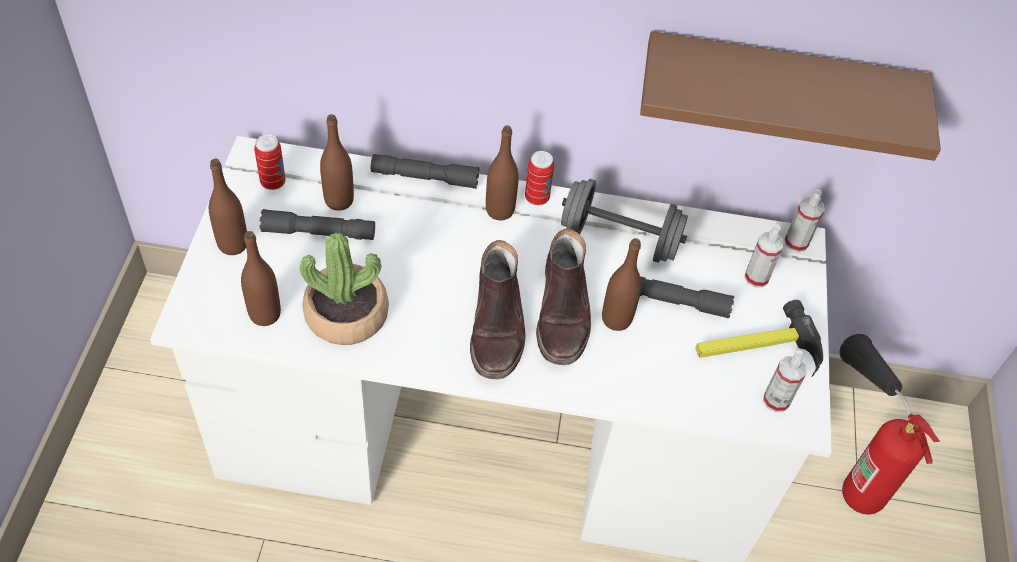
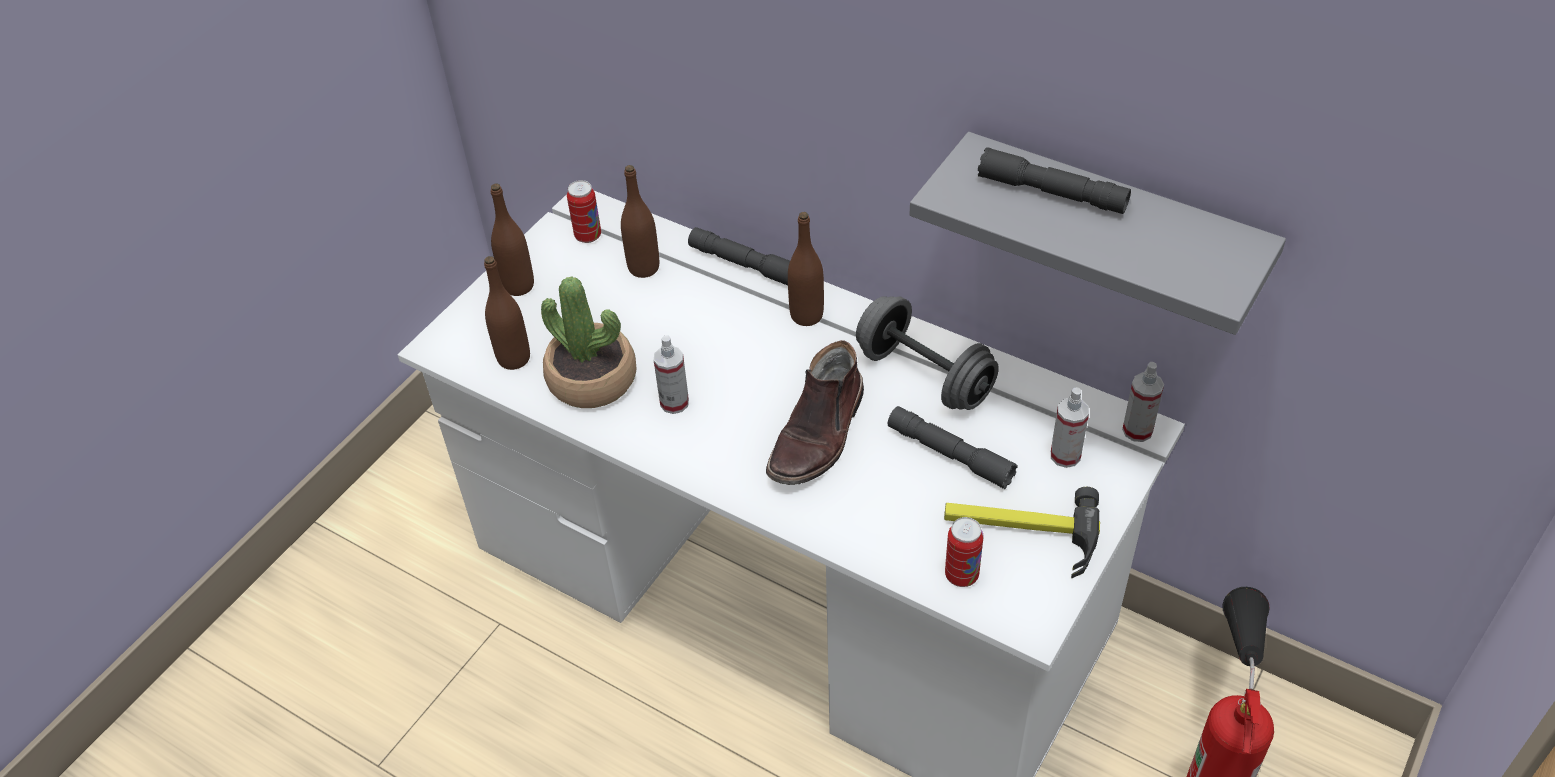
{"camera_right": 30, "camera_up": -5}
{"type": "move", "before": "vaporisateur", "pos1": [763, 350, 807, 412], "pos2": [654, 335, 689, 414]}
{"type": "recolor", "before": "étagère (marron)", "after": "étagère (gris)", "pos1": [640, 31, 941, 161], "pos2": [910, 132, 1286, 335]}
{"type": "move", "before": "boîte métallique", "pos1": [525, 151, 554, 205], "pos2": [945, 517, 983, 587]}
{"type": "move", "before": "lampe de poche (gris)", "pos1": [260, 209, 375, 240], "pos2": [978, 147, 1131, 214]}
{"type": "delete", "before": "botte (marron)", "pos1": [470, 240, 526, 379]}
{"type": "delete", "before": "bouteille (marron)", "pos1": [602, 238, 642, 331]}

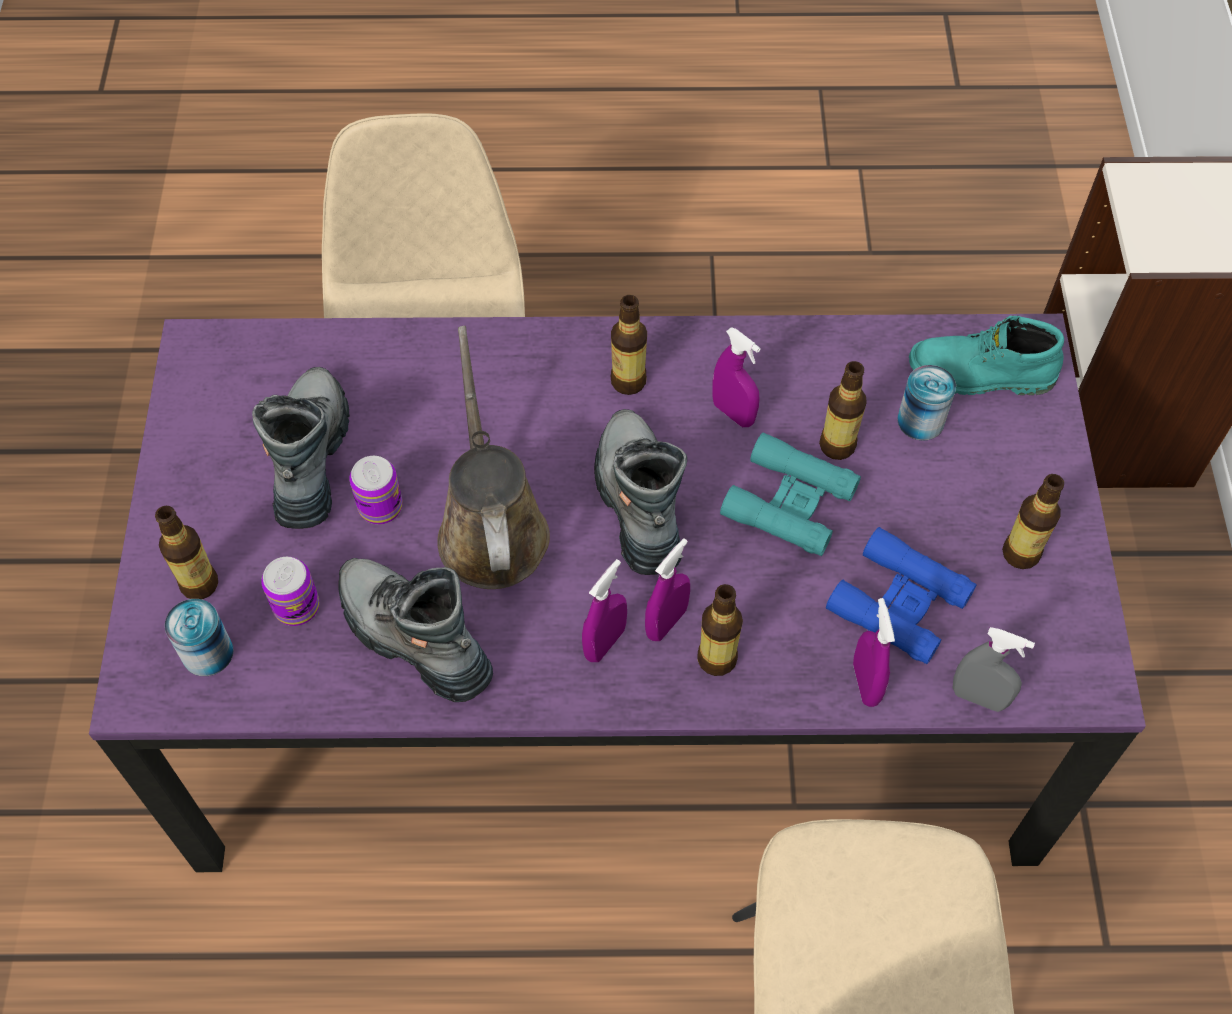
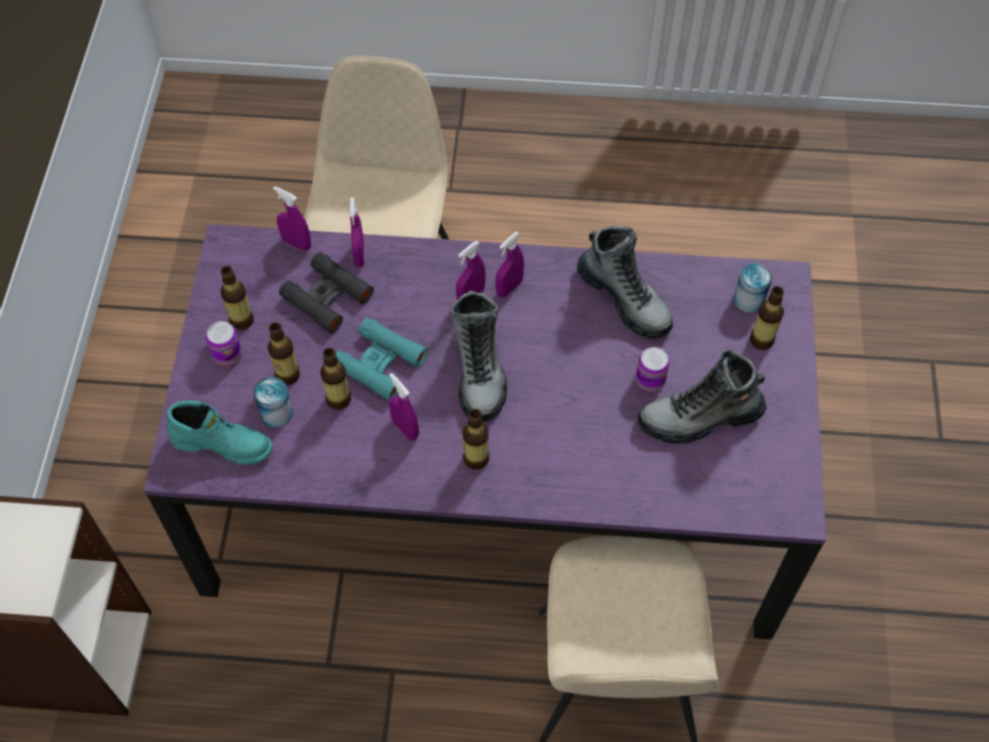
{"camera_right": -175, "camera_up": 0}
{"type": "move", "before": "boîte métallique", "pos1": [261, 557, 319, 626], "pos2": [206, 321, 242, 366]}
{"type": "move", "before": "bouteille", "pos1": [697, 584, 743, 676], "pos2": [268, 322, 300, 385]}
{"type": "recolor", "before": "vaporisateur (gris)", "after": "vaporisateur (violet)", "pos1": [953, 627, 1035, 712], "pos2": [273, 186, 311, 251]}
{"type": "recolor", "before": "jumelles (bleu)", "after": "jumelles (noir)", "pos1": [826, 527, 977, 664], "pos2": [279, 252, 374, 334]}
{"type": "rotate", "before": "botte", "pos1": [252, 367, 350, 529], "pos2": [638, 349, 767, 444], "turn": 75}
{"type": "delete", "before": "arrosoir (marron)", "pos1": [437, 326, 550, 589]}

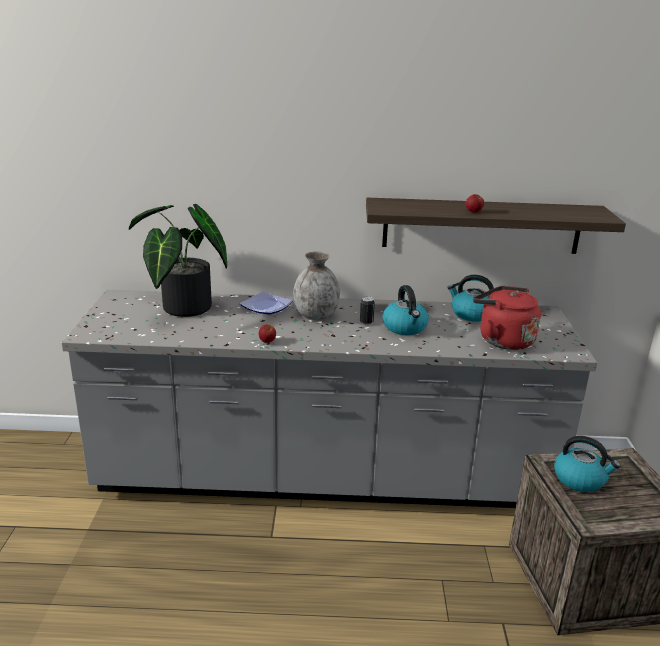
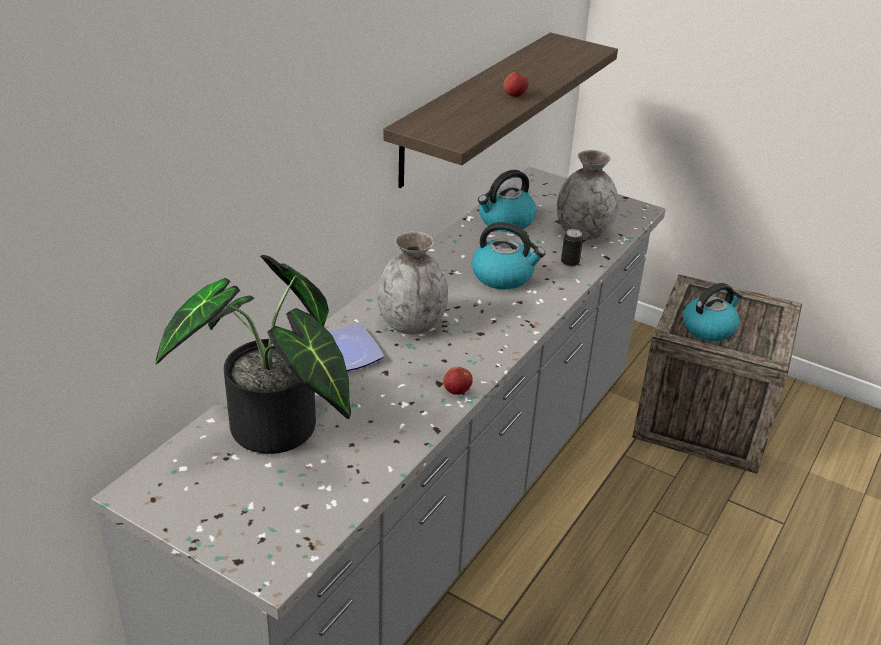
{"camera_right": -60, "camera_up": 10}
{"type": "replace", "before": "bouilloire (rouge)", "after": "vase (gris)", "pos1": [473, 286, 541, 350], "pos2": [557, 150, 618, 240]}
{"type": "move", "before": "boîte métallique", "pos1": [360, 296, 375, 325], "pos2": [561, 229, 583, 267]}

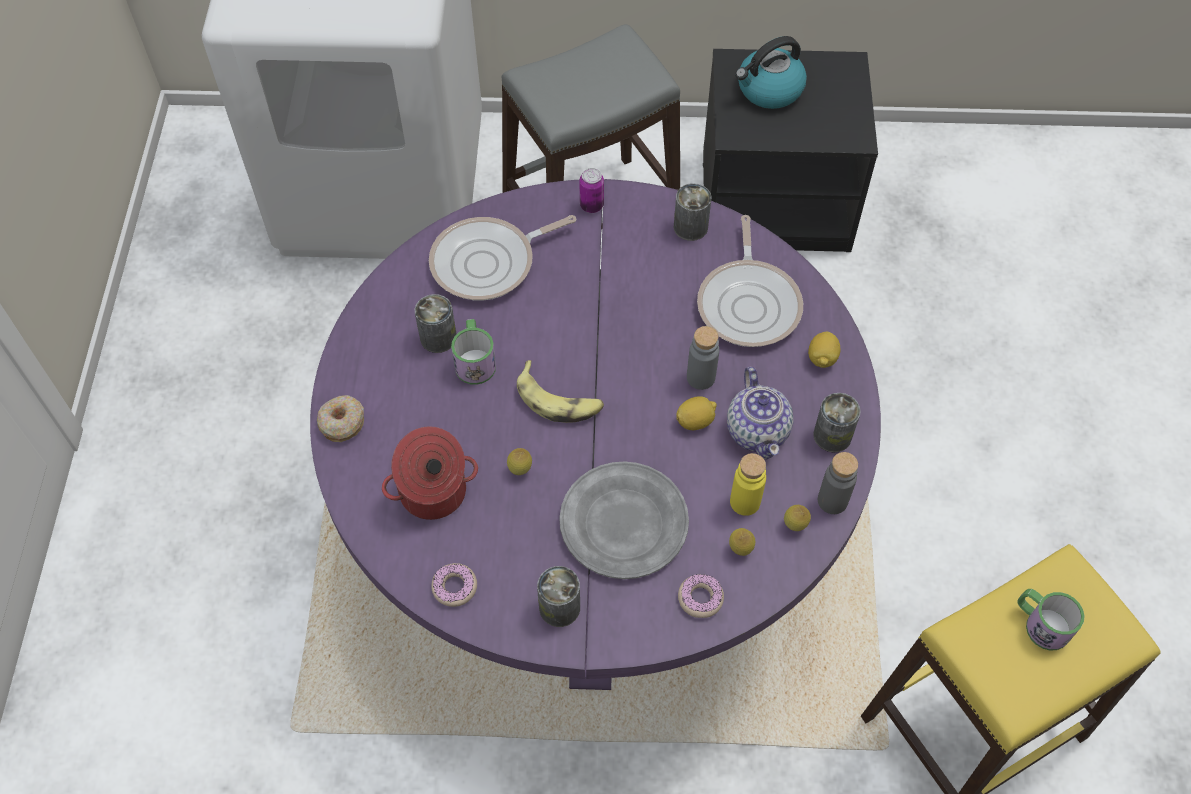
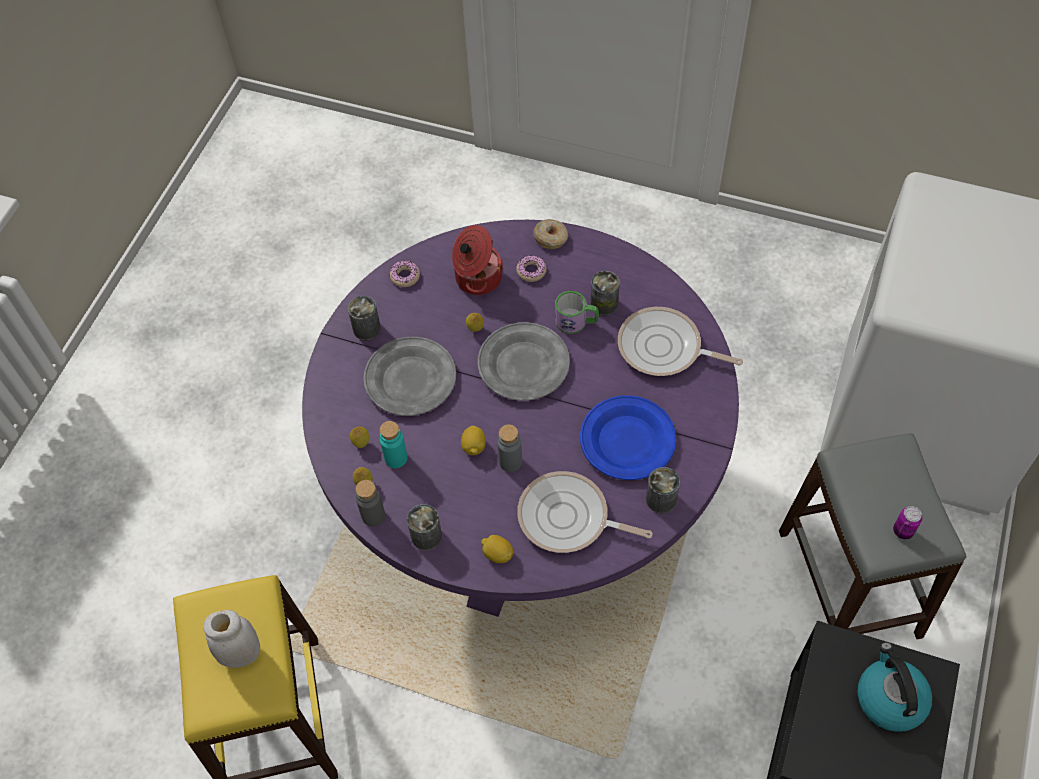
{"camera_right": 110, "camera_up": 0}
{"type": "replace", "before": "mug", "after": "bocal (blanc)", "pos1": [1018, 589, 1085, 650], "pos2": [203, 610, 260, 668]}
{"type": "recolor", "before": "bouteille (jaune)", "after": "bouteille (turquoise)", "pos1": [730, 453, 766, 516], "pos2": [380, 421, 408, 468]}
{"type": "replace", "before": "banane", "after": "assiette (gris)", "pos1": [517, 360, 604, 423], "pos2": [478, 322, 570, 401]}
{"type": "move", "before": "beignet", "pos1": [678, 574, 724, 618], "pos2": [516, 256, 547, 282]}
{"type": "insert", "after": "assiette (bleu)", "pos2": [580, 395, 676, 480]}
{"type": "rotate", "before": "poêle", "pos1": [429, 215, 576, 301], "pos2": [618, 307, 743, 376], "turn": -60}
{"type": "move", "before": "boîte métallique", "pos1": [579, 168, 604, 213], "pos2": [893, 506, 922, 539]}
{"type": "delete", "before": "théière", "pos1": [727, 367, 794, 459]}

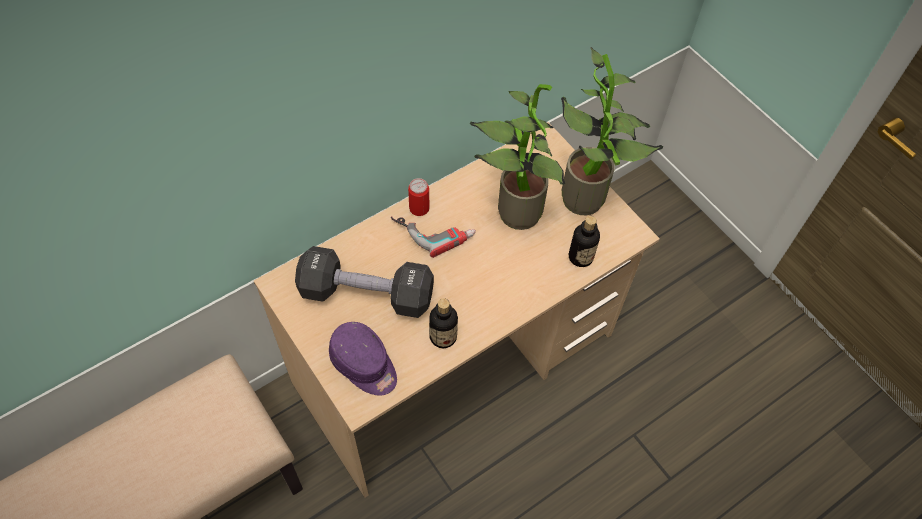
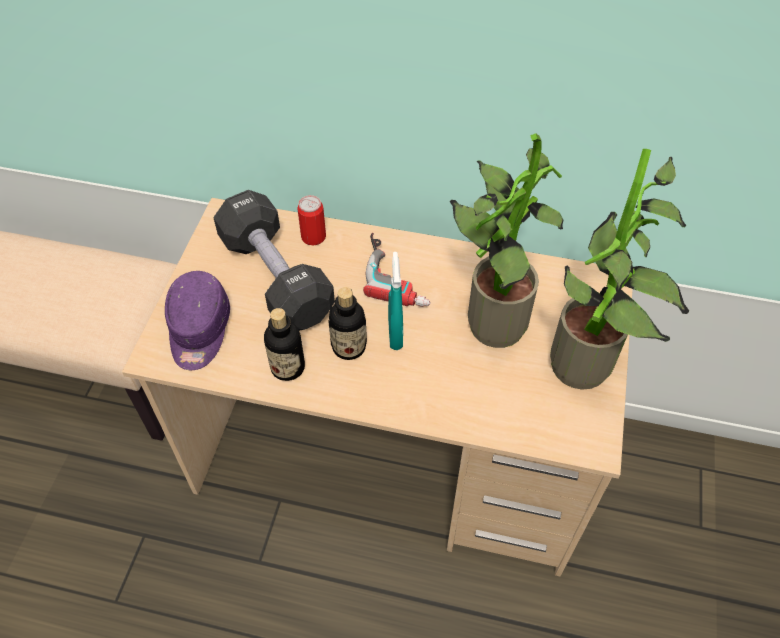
{"camera_right": 50, "camera_up": -5}
{"type": "move", "before": "boîte métallique", "pos1": [408, 178, 430, 216], "pos2": [297, 195, 326, 245]}
{"type": "move", "before": "bouteille", "pos1": [569, 216, 600, 267], "pos2": [328, 287, 367, 360]}
{"type": "insert", "after": "vaporisateur (turquoise)", "pos2": [388, 252, 403, 350]}

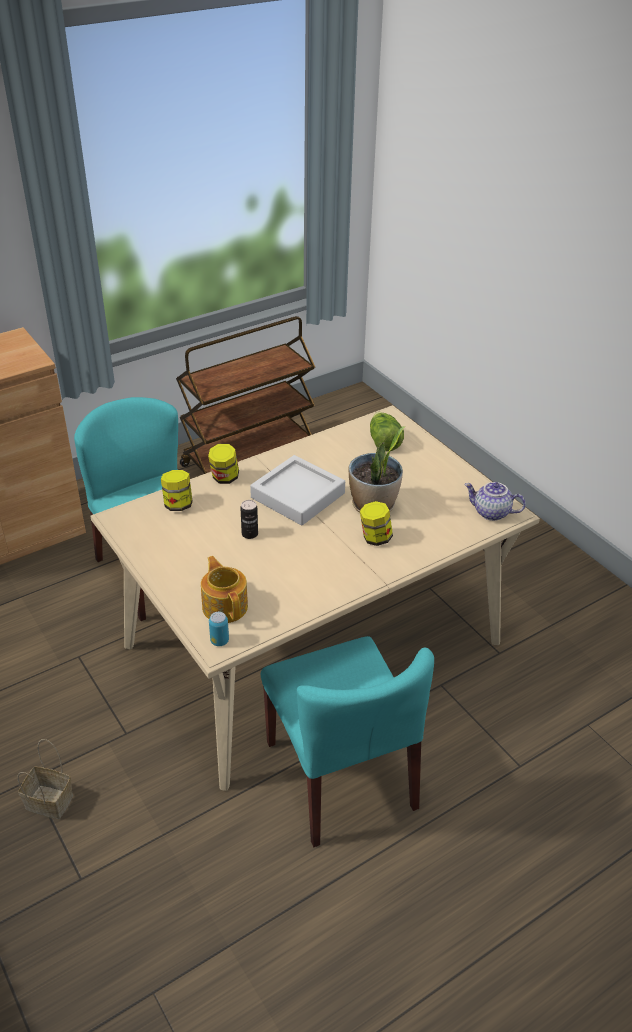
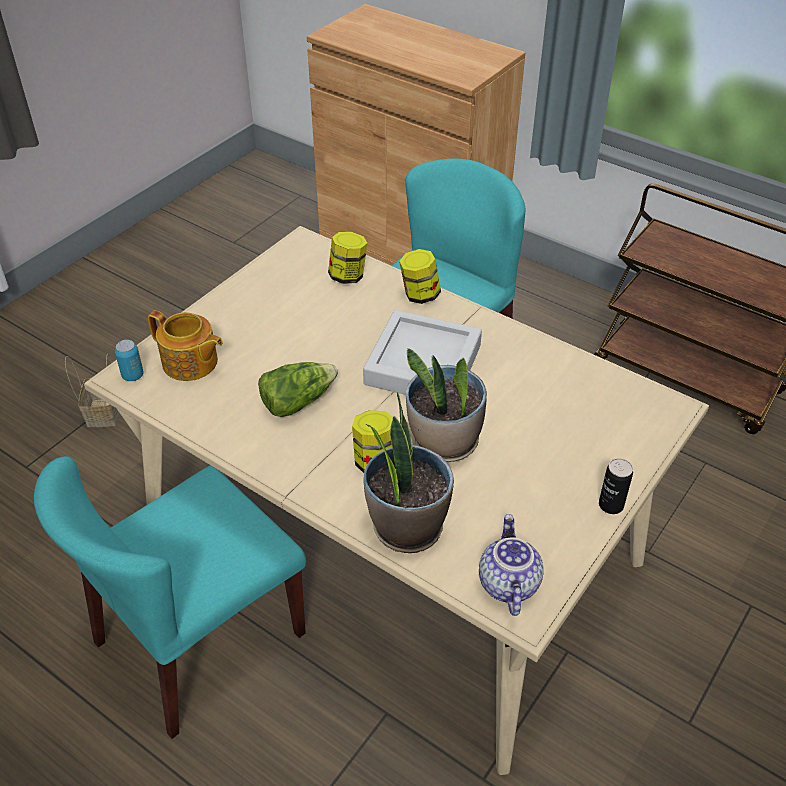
{"camera_right": 70, "camera_up": 5}
{"type": "rotate", "before": "théière", "pos1": [201, 556, 248, 623], "pos2": [148, 311, 223, 381], "turn": 75}
{"type": "move", "before": "laitue", "pos1": [370, 412, 404, 452], "pos2": [258, 362, 338, 417]}
{"type": "insert", "after": "plante en pot", "pos2": [363, 392, 454, 553]}
{"type": "move", "before": "boîte métallique", "pos1": [240, 500, 258, 539], "pos2": [599, 458, 633, 514]}

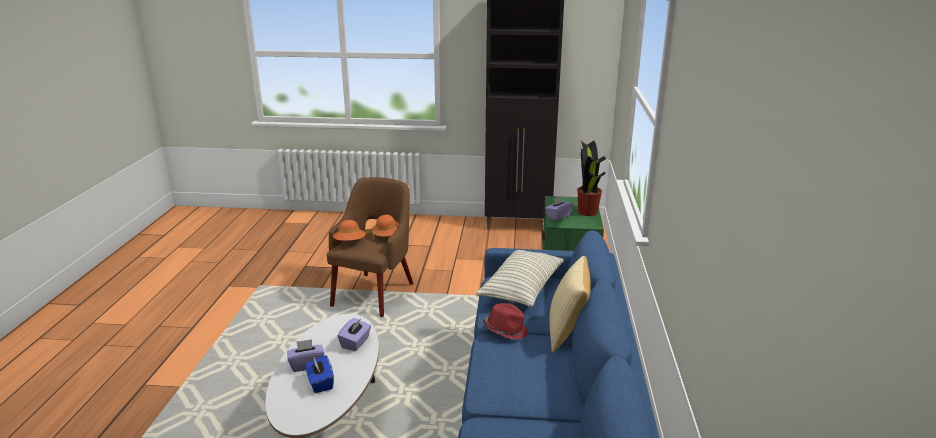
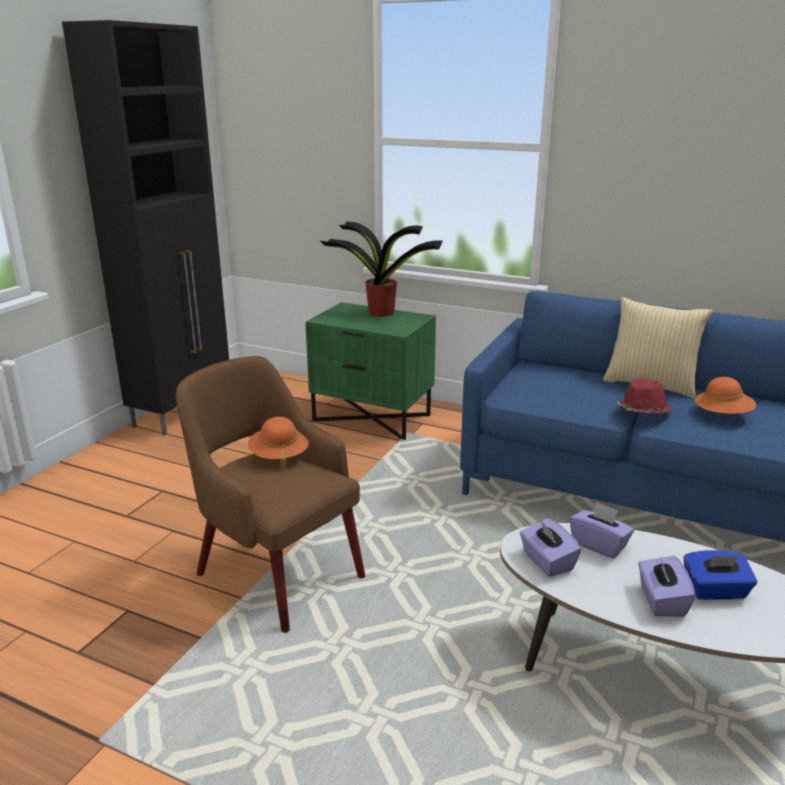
{"camera_right": -70, "camera_up": 0}
{"type": "move", "before": "boîte à mouchoirs (violet)", "pos1": [545, 196, 573, 221], "pos2": [520, 518, 581, 577]}
{"type": "move", "before": "chapeau (orange)", "pos1": [333, 220, 366, 241], "pos2": [693, 377, 756, 414]}
{"type": "delete", "before": "coussin", "pos1": [476, 250, 564, 307]}

